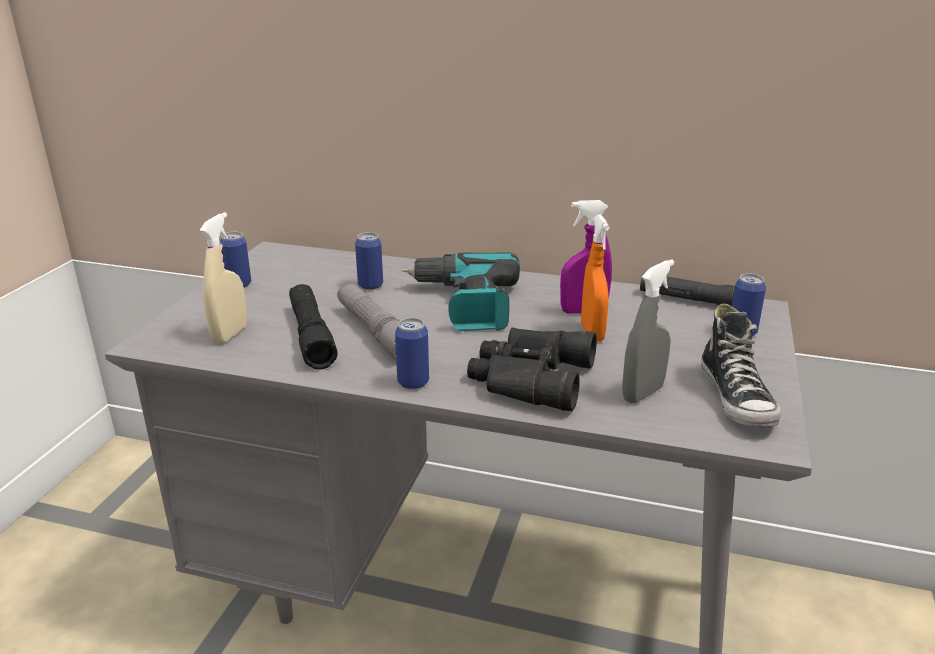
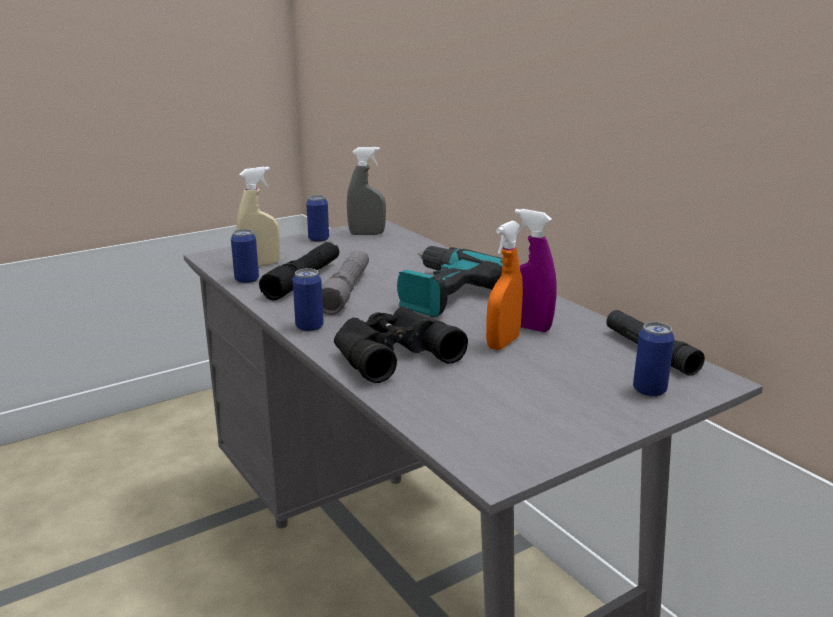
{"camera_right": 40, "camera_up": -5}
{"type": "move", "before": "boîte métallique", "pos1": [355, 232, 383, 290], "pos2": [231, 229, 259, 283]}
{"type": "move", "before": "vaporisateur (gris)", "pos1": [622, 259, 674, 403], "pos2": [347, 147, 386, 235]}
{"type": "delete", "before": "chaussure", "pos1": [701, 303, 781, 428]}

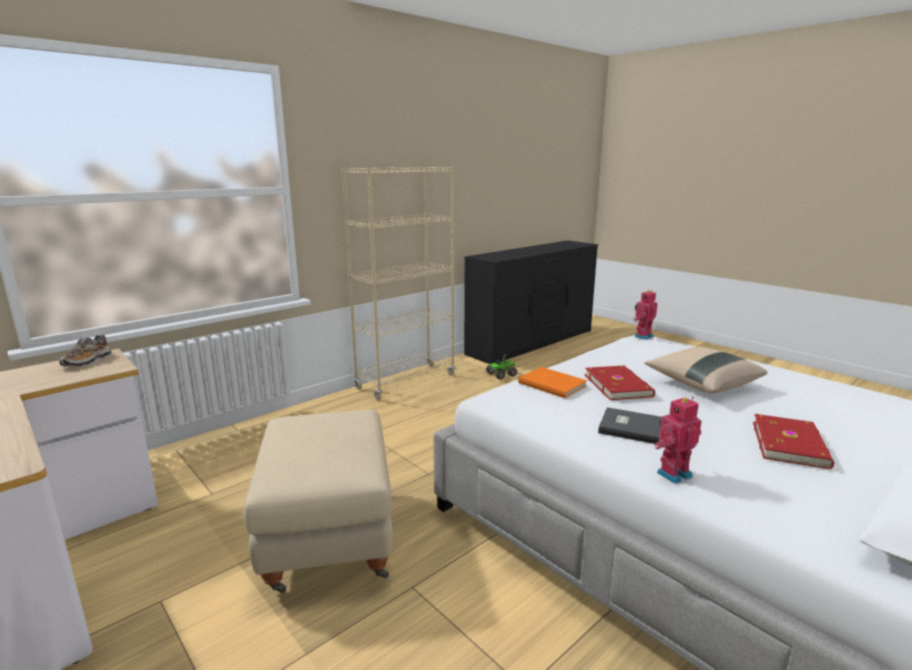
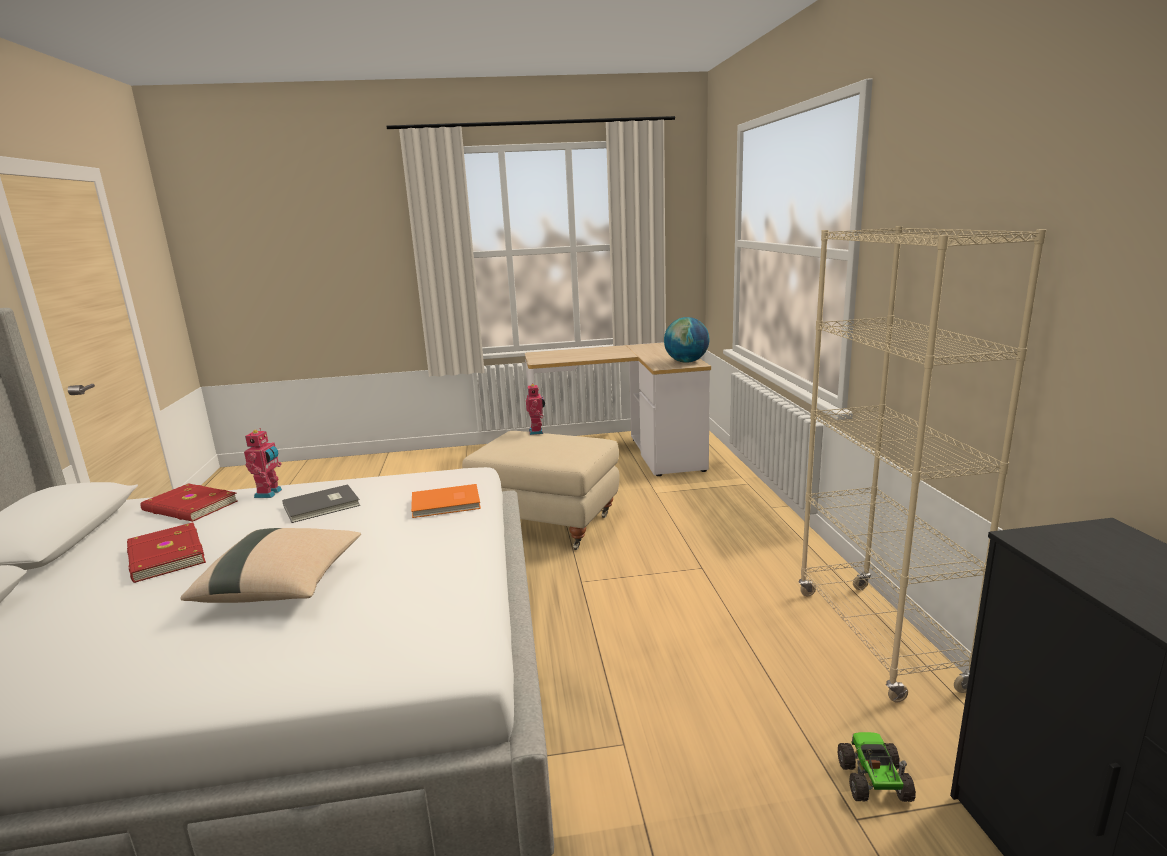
{"camera_right": 125, "camera_up": 0}
{"type": "move", "before": "livre (rouge)", "pos1": [585, 365, 655, 400], "pos2": [140, 483, 238, 522]}
{"type": "move", "before": "robot jouet", "pos1": [633, 290, 658, 340], "pos2": [526, 383, 545, 435]}
{"type": "replace", "before": "chaussure", "after": "globe", "pos1": [59, 334, 111, 367], "pos2": [664, 317, 709, 363]}

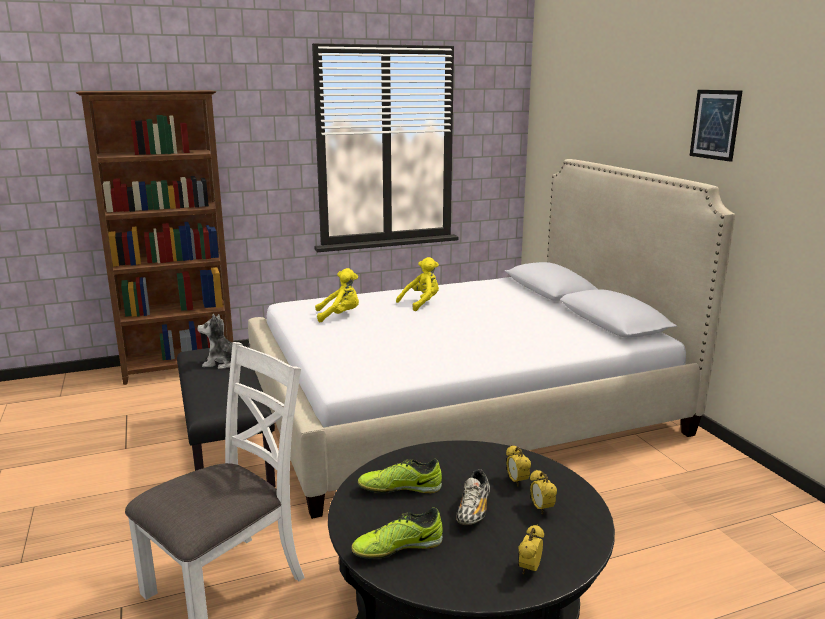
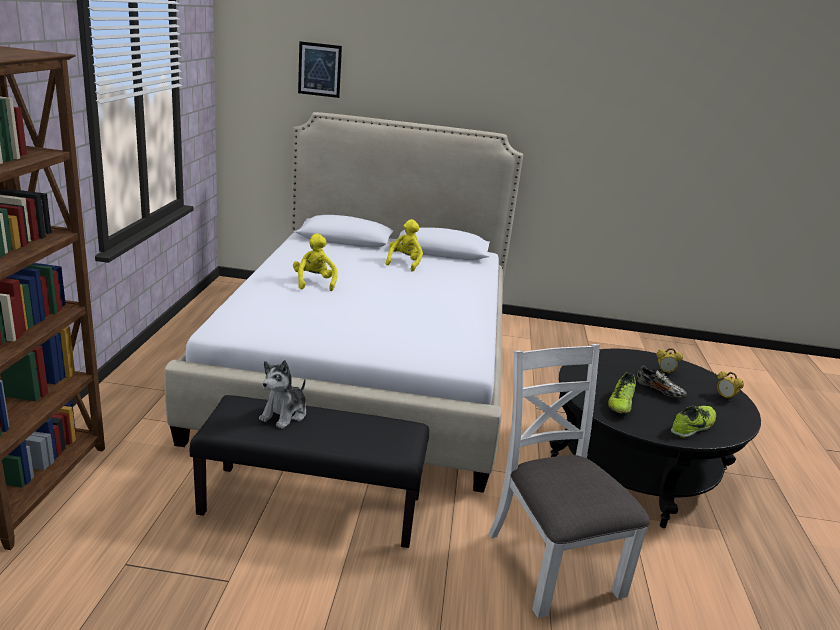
{"camera_right": -65, "camera_up": 5}
{"type": "move", "before": "tableau", "pos1": [690, 90, 742, 162], "pos2": [298, 41, 342, 98]}
{"type": "move", "before": "peluche (jaune)", "pos1": [315, 268, 359, 322], "pos2": [386, 219, 423, 272]}
{"type": "rotate", "before": "chaussure", "pos1": [351, 507, 443, 559], "pos2": [671, 405, 716, 438], "turn": -135}
{"type": "delete", "before": "réveil", "pos1": [506, 445, 531, 486]}

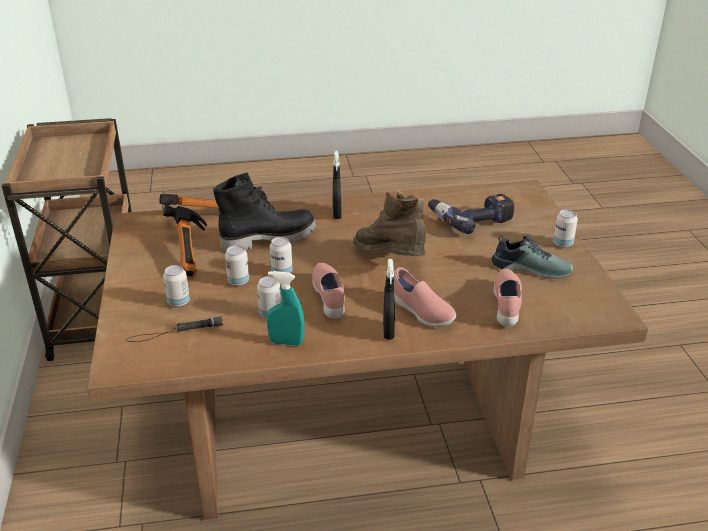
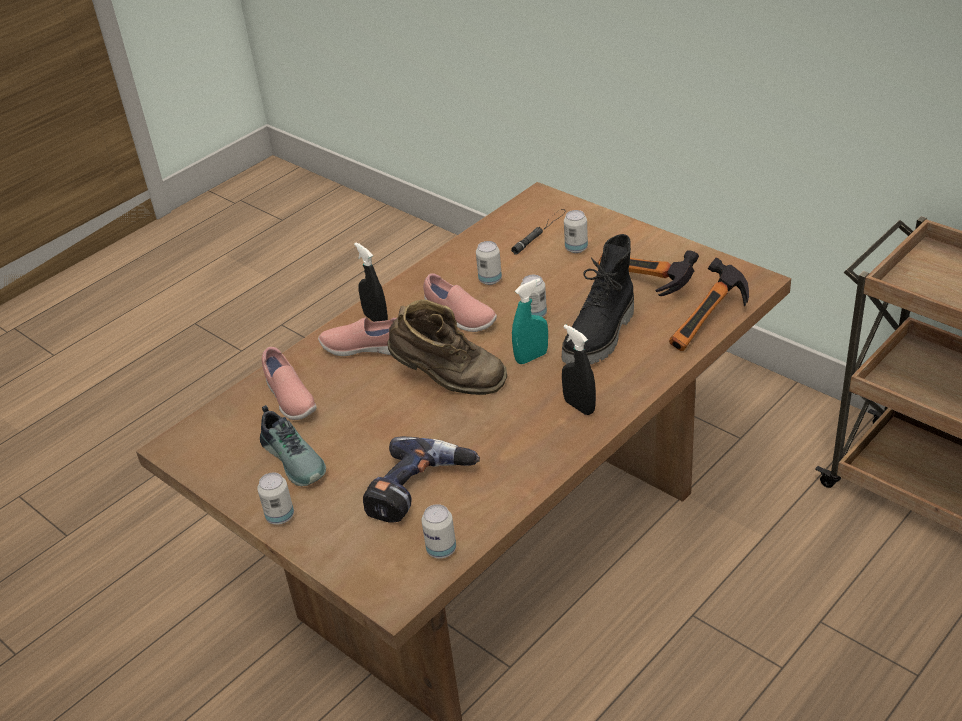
{"camera_right": 145, "camera_up": 5}
{"type": "rotate", "before": "chaussure", "pos1": [492, 235, 573, 279], "pos2": [260, 405, 326, 486], "turn": -105}
{"type": "move", "before": "boîte métallique", "pos1": [225, 245, 249, 286], "pos2": [421, 504, 456, 559]}
{"type": "move", "before": "vaporisateur (turquoise)", "pos1": [266, 271, 305, 346], "pos2": [512, 278, 548, 364]}

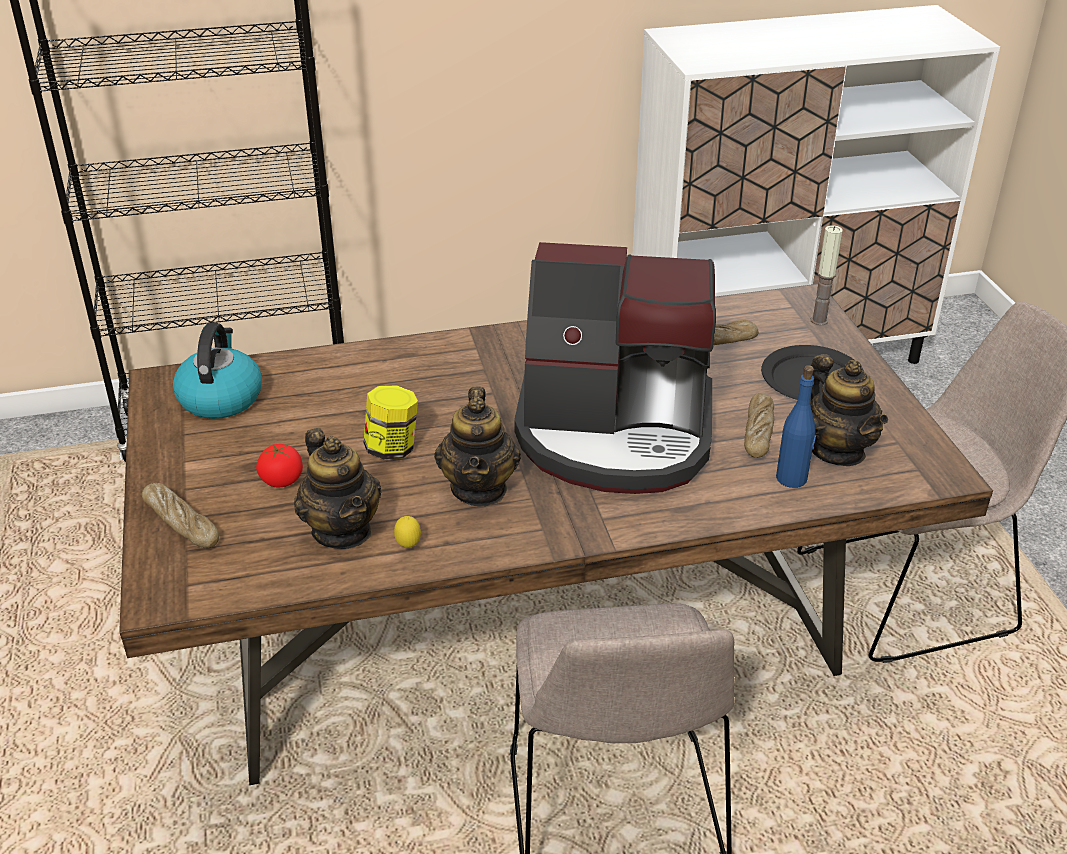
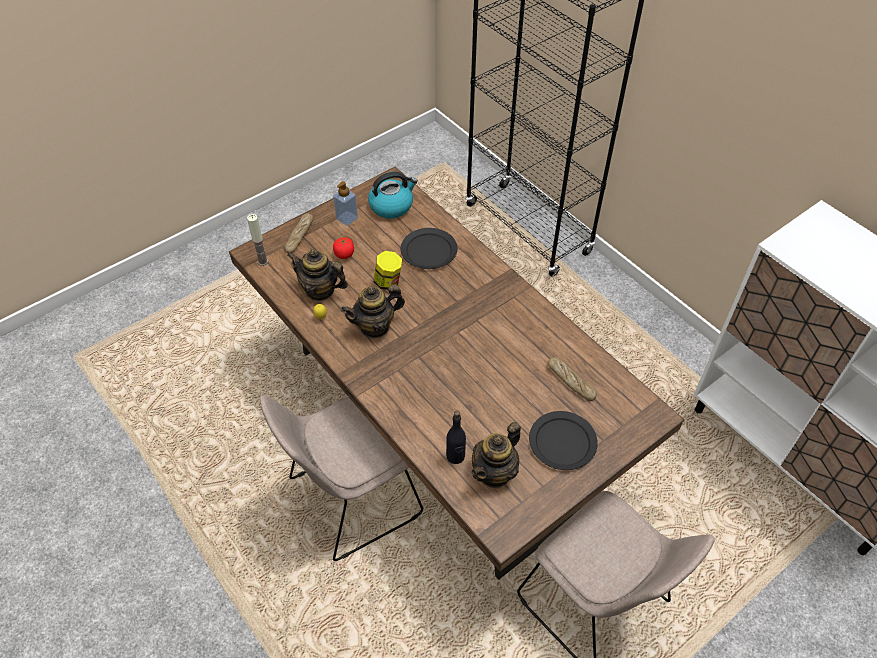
{"camera_right": 65, "camera_up": 15}
{"type": "move", "before": "bougie", "pos1": [811, 225, 843, 326], "pos2": [247, 214, 268, 266]}
{"type": "rotate", "before": "théière", "pos1": [294, 428, 382, 549], "pos2": [287, 249, 348, 301], "turn": 75}
{"type": "insert", "after": "distributeur de savon", "pos2": [333, 181, 358, 226]}
{"type": "insert", "after": "assiette (noir)", "pos2": [401, 228, 458, 269]}
{"type": "recolor", "before": "bouteille (bleu)", "after": "bouteille (noir)", "pos1": [776, 365, 816, 488], "pos2": [446, 411, 466, 464]}
{"type": "delete", "before": "machine à café", "pos1": [514, 242, 716, 494]}
{"type": "delete", "before": "pain", "pos1": [744, 393, 774, 458]}

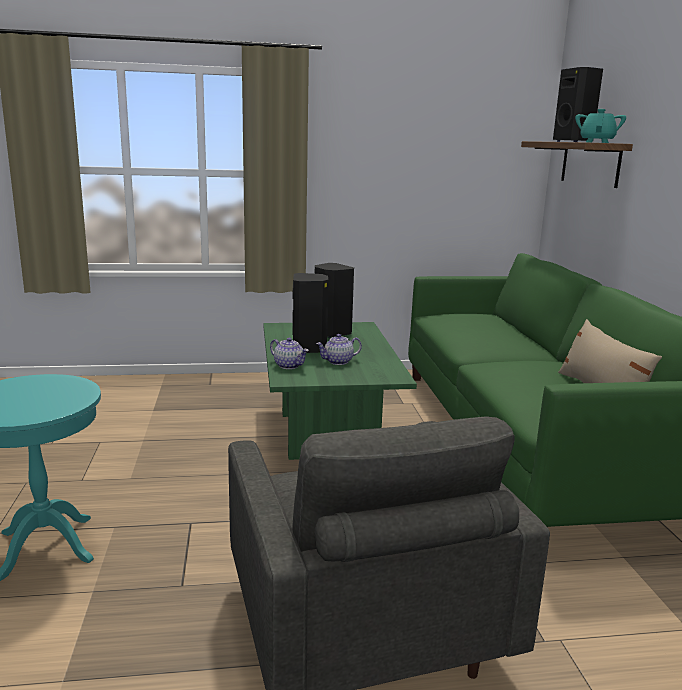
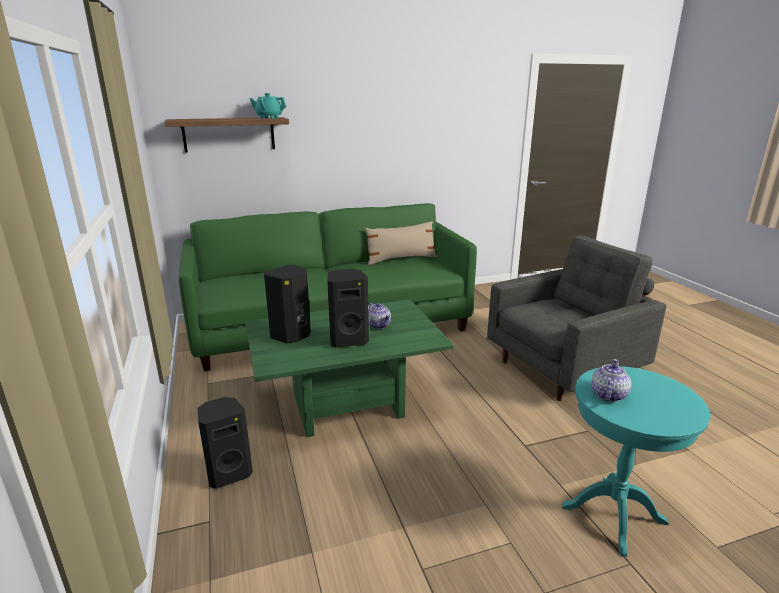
{"camera_right": -100, "camera_up": 5}
{"type": "move", "before": "enceinte (noir)", "pos1": [553, 67, 603, 143], "pos2": [198, 397, 253, 489]}
{"type": "move", "before": "théière", "pos1": [270, 338, 309, 369], "pos2": [591, 359, 631, 402]}

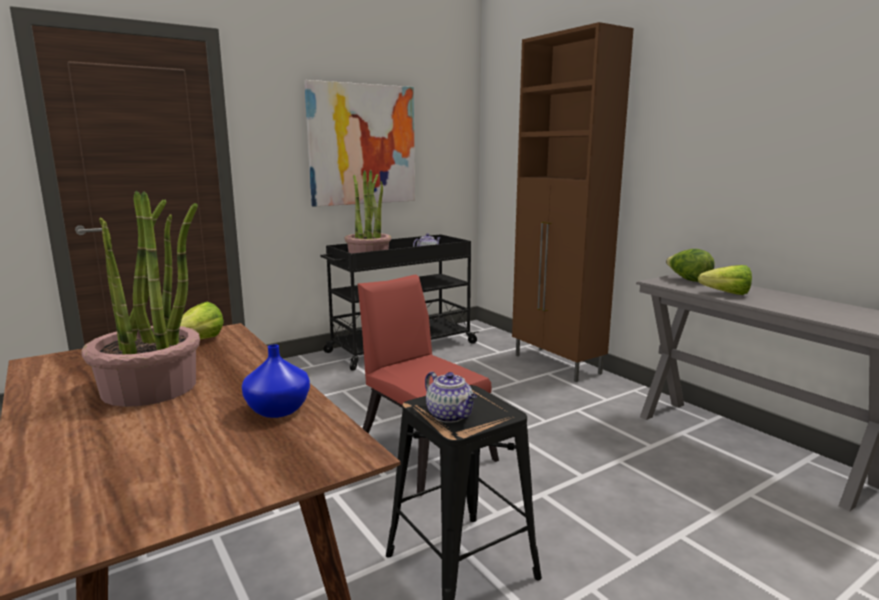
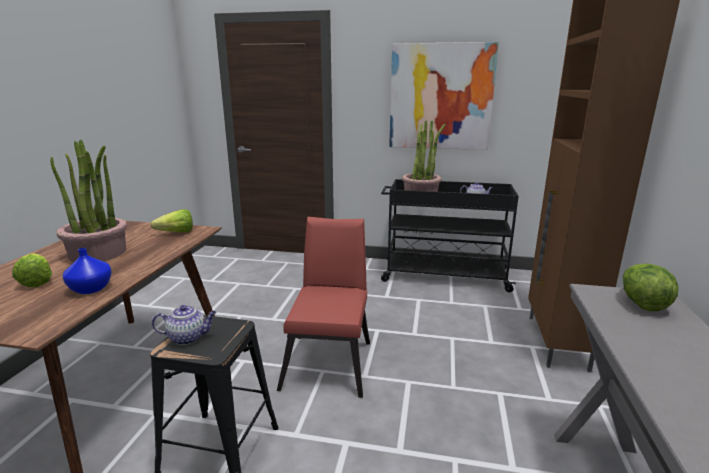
{"camera_right": 45, "camera_up": 5}
{"type": "move", "before": "laitue", "pos1": [698, 265, 752, 295], "pos2": [12, 253, 52, 287]}
{"type": "rotate", "before": "théière", "pos1": [425, 372, 477, 423], "pos2": [152, 305, 217, 345], "turn": -105}

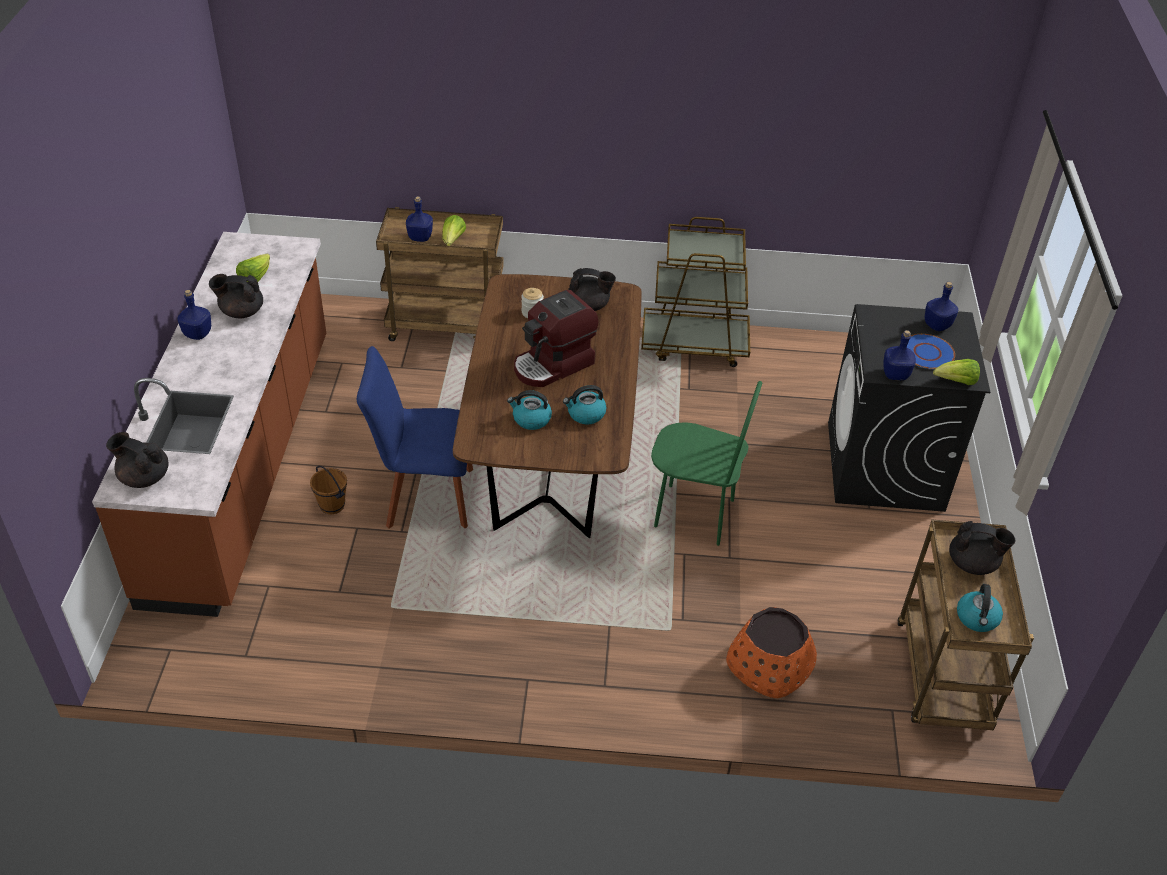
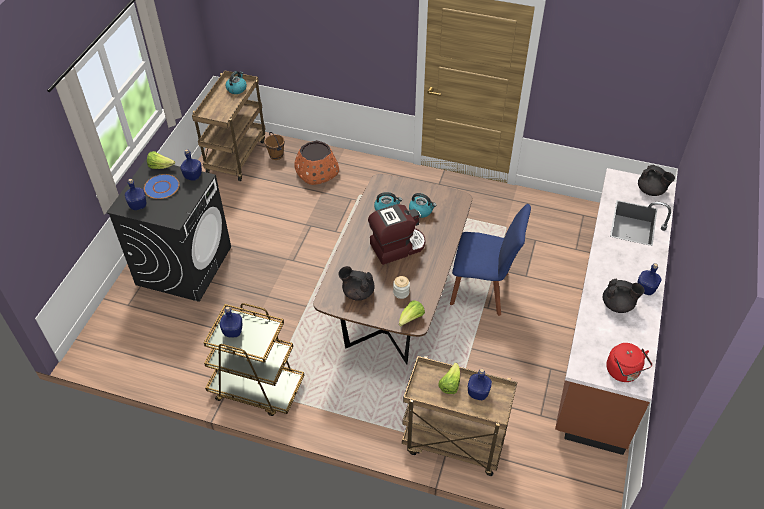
{"camera_right": -165, "camera_up": 5}
{"type": "insert", "after": "bouteille (bleu)", "pos2": [220, 306, 242, 338]}
{"type": "move", "before": "seau (marron)", "pos1": [310, 466, 347, 514], "pos2": [265, 132, 285, 160]}
{"type": "move", "before": "laitue", "pos1": [236, 254, 270, 282], "pos2": [399, 300, 425, 326]}
{"type": "insert", "after": "bouilloire (rouge)", "pos2": [606, 343, 652, 382]}
{"type": "delete", "before": "chaise (vert)", "pos1": [651, 381, 762, 546]}
{"type": "delete", "before": "théière (noir)", "pos1": [949, 521, 1015, 575]}

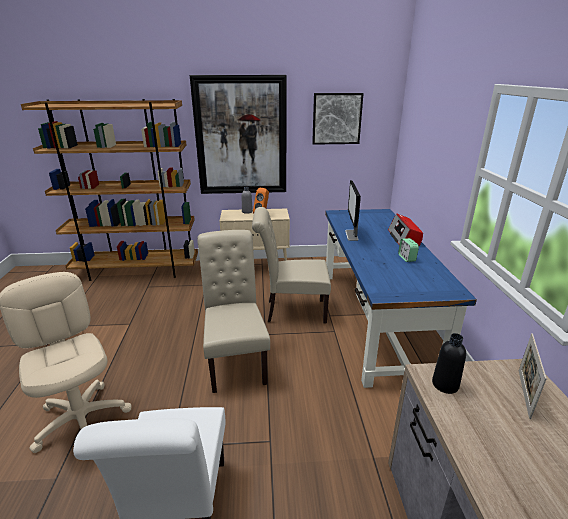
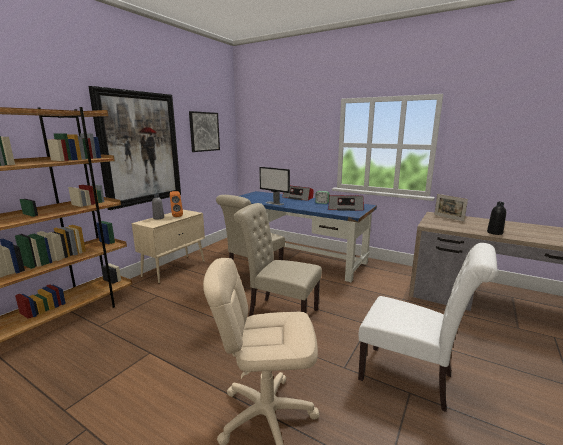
{"camera_right": -55, "camera_up": -10}
{"type": "insert", "after": "radio", "pos2": [328, 195, 364, 211]}
{"type": "move", "before": "bouteille (noir)", "pos1": [432, 333, 466, 394], "pos2": [487, 202, 506, 235]}

